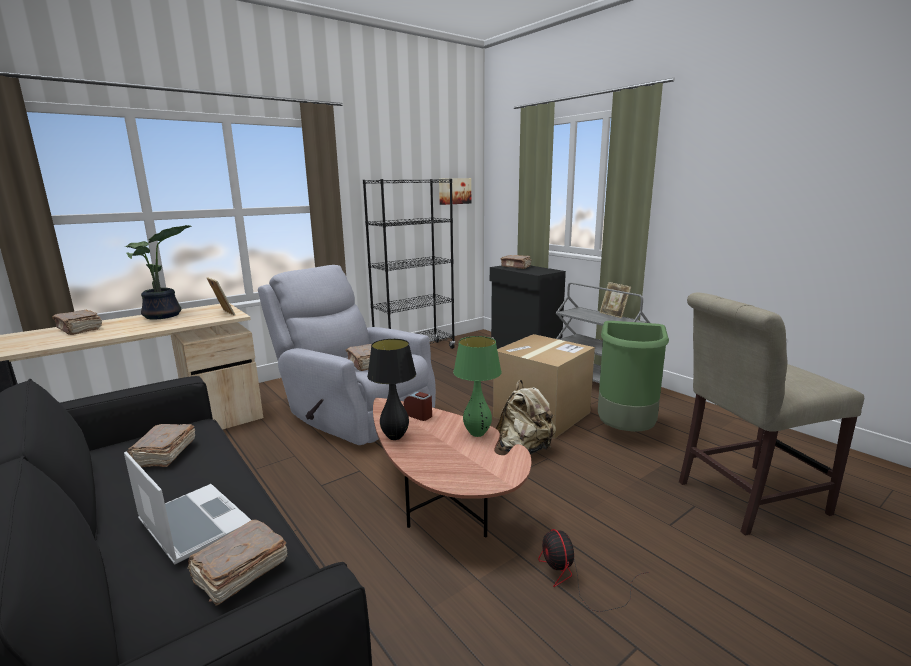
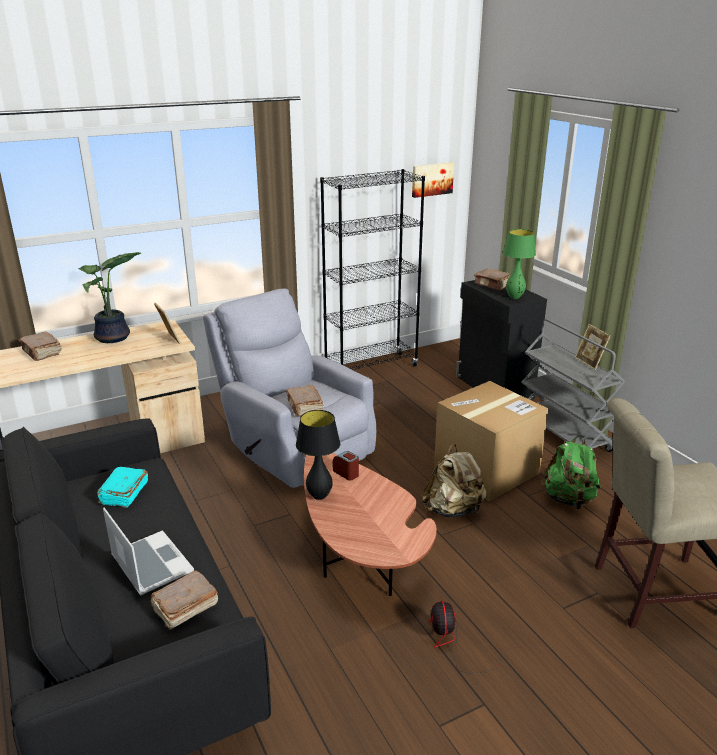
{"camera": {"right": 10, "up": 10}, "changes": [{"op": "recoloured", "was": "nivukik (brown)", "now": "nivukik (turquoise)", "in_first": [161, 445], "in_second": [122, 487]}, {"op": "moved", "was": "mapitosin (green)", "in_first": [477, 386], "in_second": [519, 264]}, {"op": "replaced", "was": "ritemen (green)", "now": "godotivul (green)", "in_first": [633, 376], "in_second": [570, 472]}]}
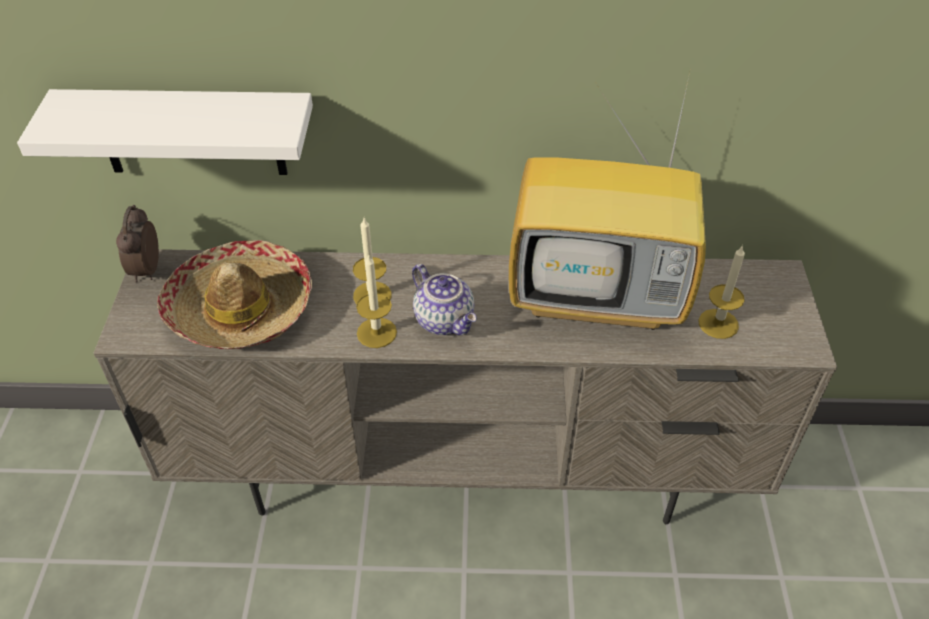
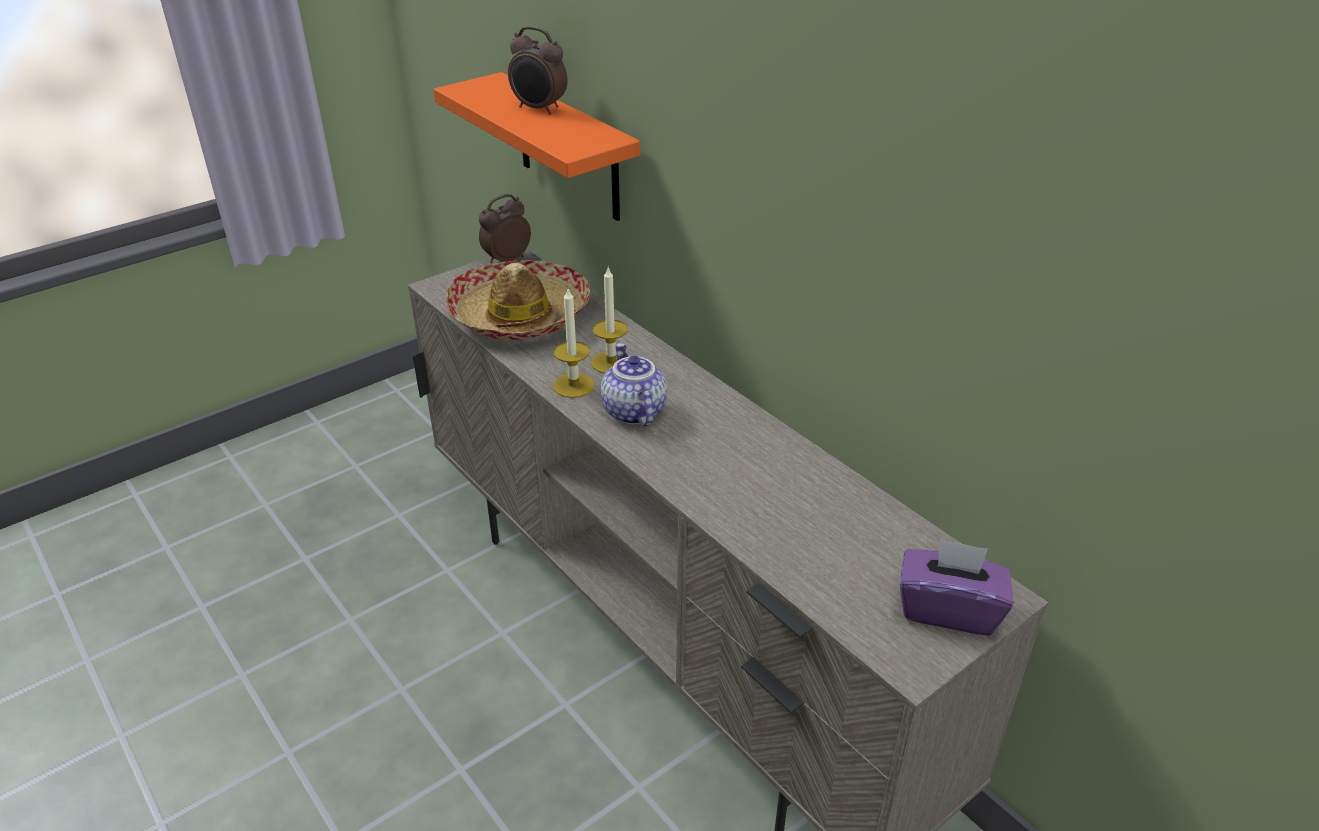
{"camera": {"right": 50, "up": -10}, "changes": [{"op": "recoloured", "was": "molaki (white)", "now": "molaki (orange)", "in_first": [165, 132], "in_second": [536, 146]}, {"op": "added", "now": "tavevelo", "in_second": [538, 70]}, {"op": "turned", "was": "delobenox", "in_first": [444, 299], "in_second": [634, 384], "clockwise": 150}, {"op": "added", "now": "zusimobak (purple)", "in_second": [957, 587]}, {"op": "removed", "was": "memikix", "in_first": [607, 201]}, {"op": "removed", "was": "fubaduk", "in_first": [721, 292]}]}
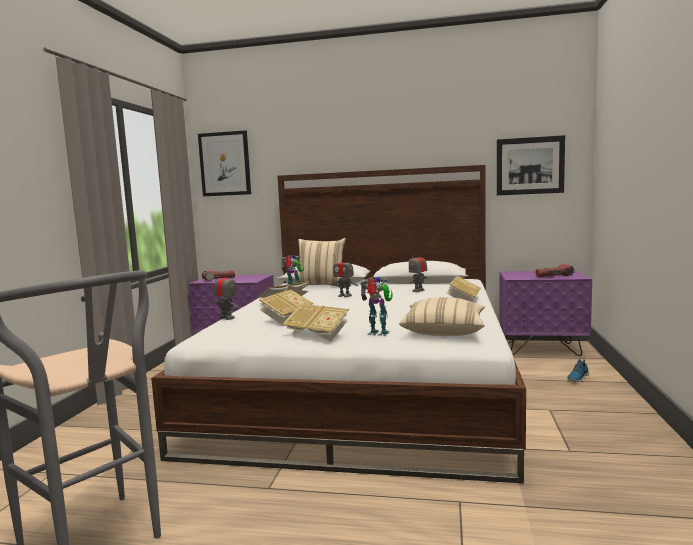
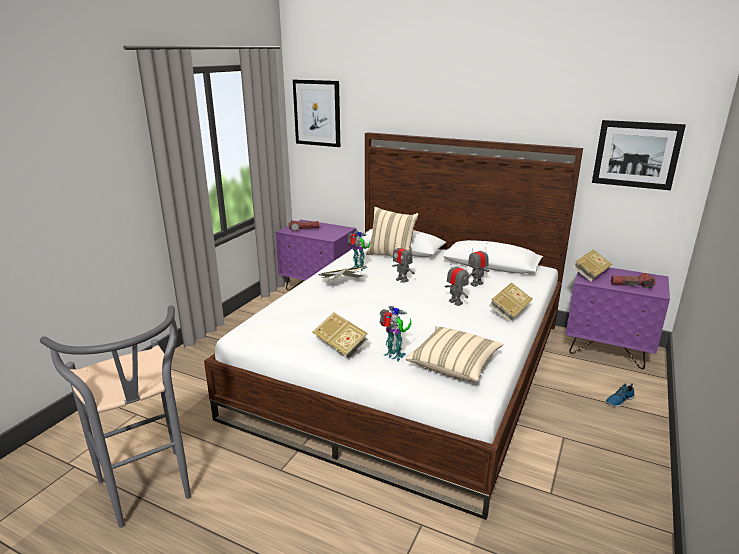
{"camera": {"right": 15, "up": 15}, "changes": [{"op": "moved", "was": "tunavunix", "in_first": [226, 295], "in_second": [457, 282]}, {"op": "moved", "was": "nivukik", "in_first": [286, 306], "in_second": [592, 265]}]}
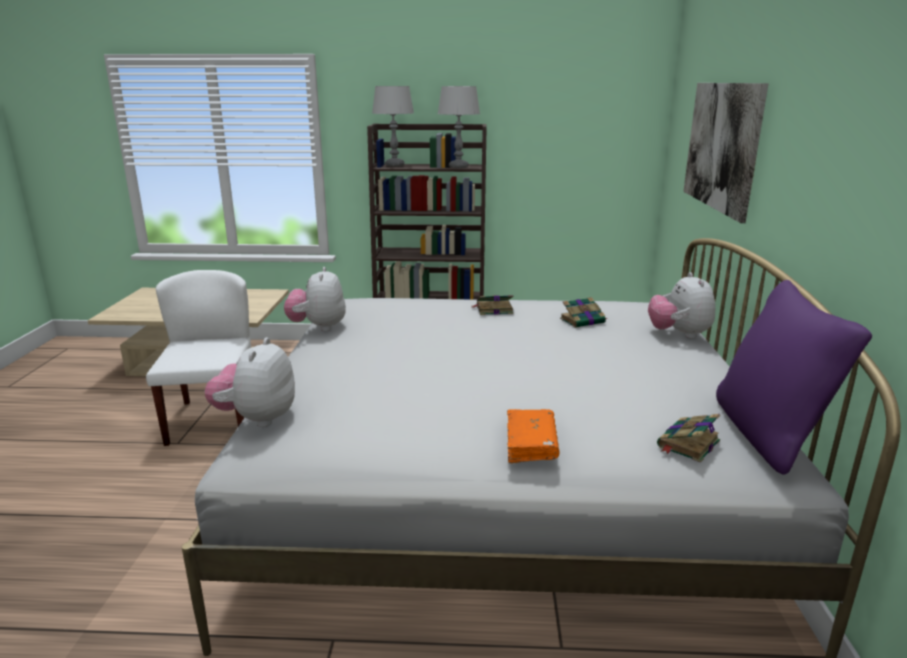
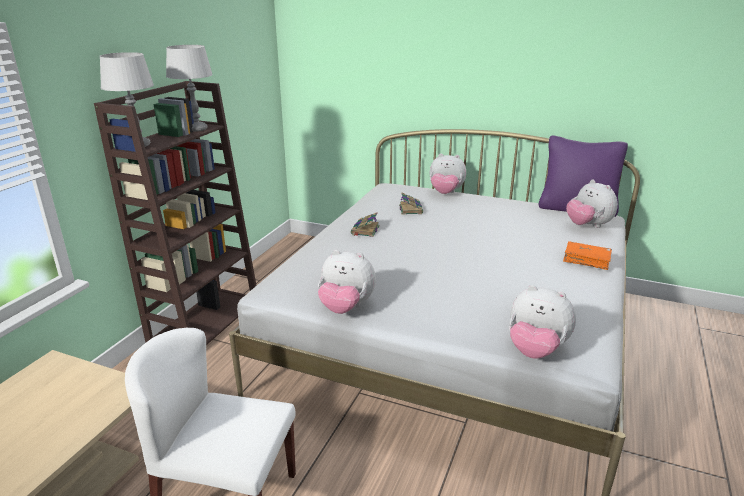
{"camera": {"right": -70, "up": 5}, "changes": [{"op": "replaced", "was": "nivukik", "now": "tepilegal", "in_first": [688, 438], "in_second": [592, 204]}, {"op": "removed", "was": "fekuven", "in_first": [726, 153]}]}
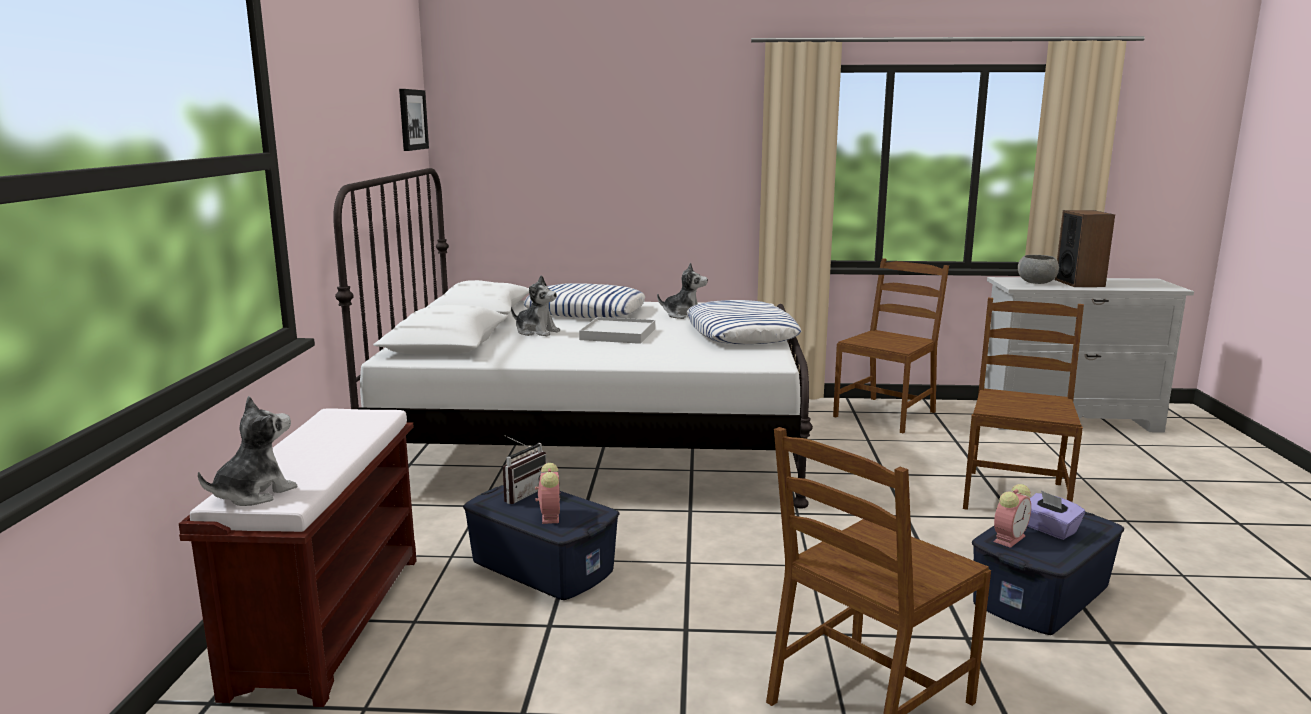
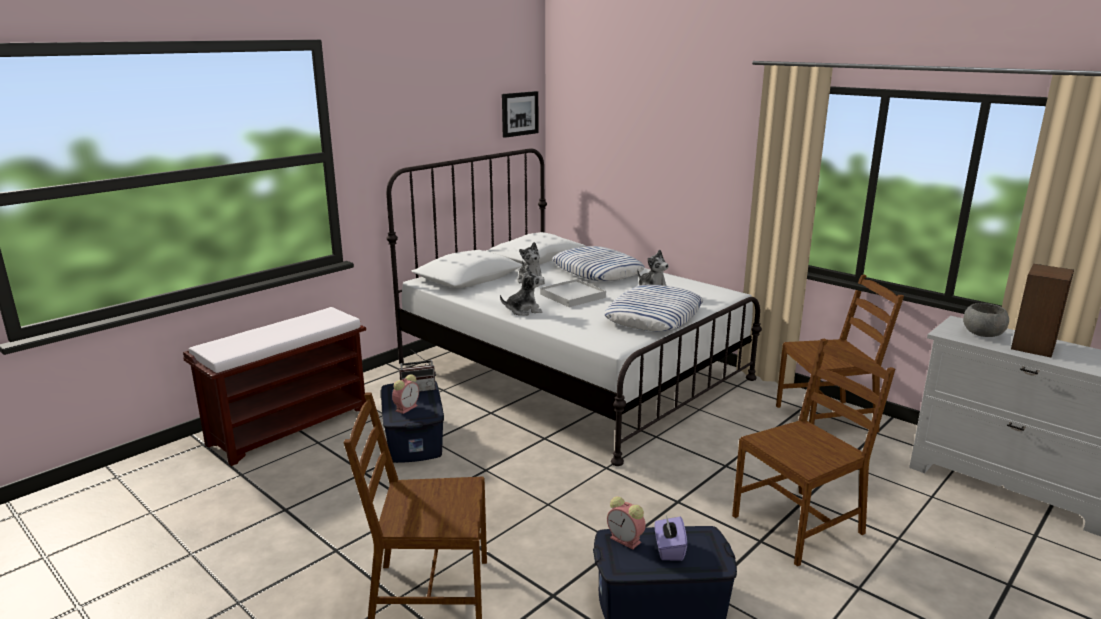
{"camera": {"right": 40, "up": 5}, "changes": [{"op": "moved", "was": "tepilegal", "in_first": [247, 451], "in_second": [522, 291]}, {"op": "turned", "was": "tavevelo", "in_first": [1012, 516], "in_second": [626, 523], "clockwise": 45}]}
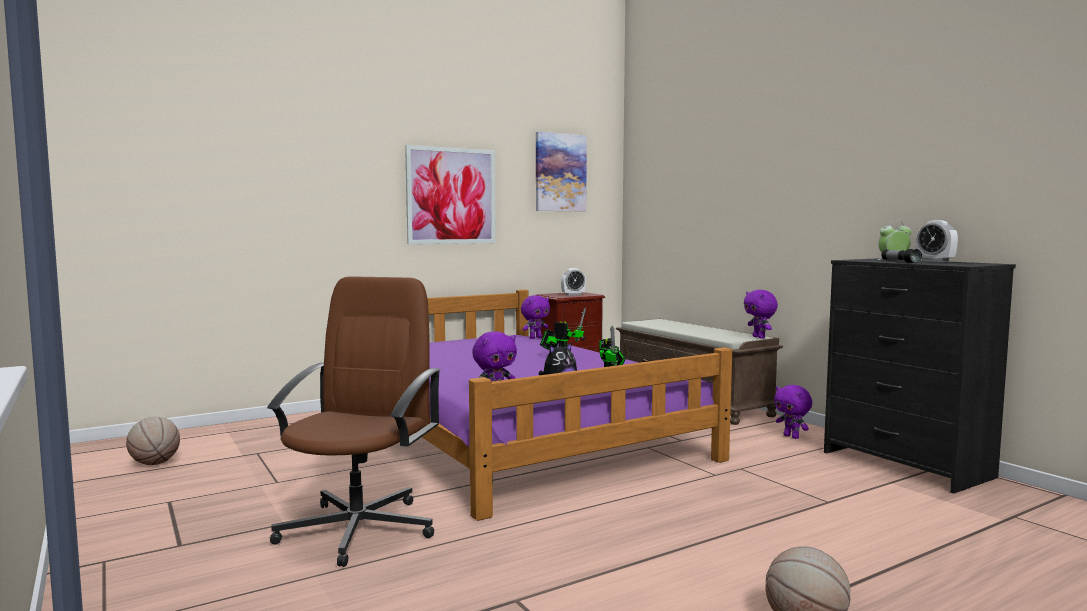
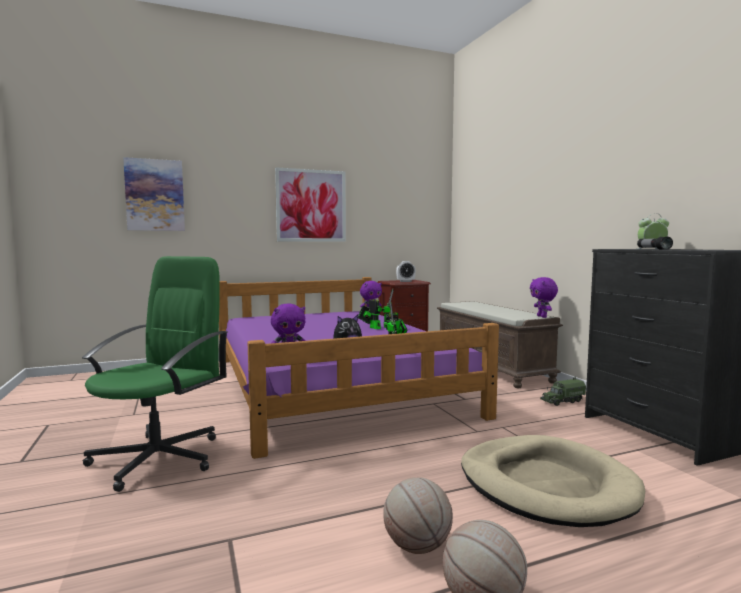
{"camera": {"right": 10, "up": 0}, "changes": [{"op": "recoloured", "was": "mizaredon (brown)", "now": "mizaredon (green)", "in_first": [354, 422], "in_second": [155, 374]}, {"op": "moved", "was": "fekuven", "in_first": [561, 171], "in_second": [154, 194]}, {"op": "moved", "was": "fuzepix", "in_first": [153, 441], "in_second": [418, 515]}, {"op": "added", "now": "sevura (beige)", "in_second": [553, 481]}, {"op": "replaced", "was": "tepilegal (purple)", "now": "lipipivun", "in_first": [793, 412], "in_second": [563, 391]}, {"op": "removed", "was": "tavevelo", "in_first": [937, 241]}]}
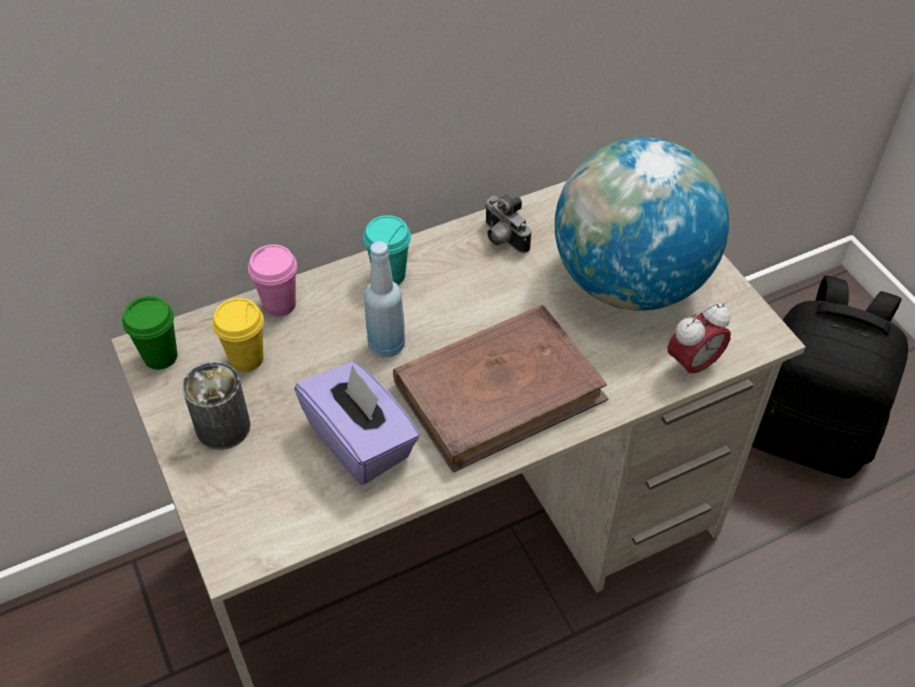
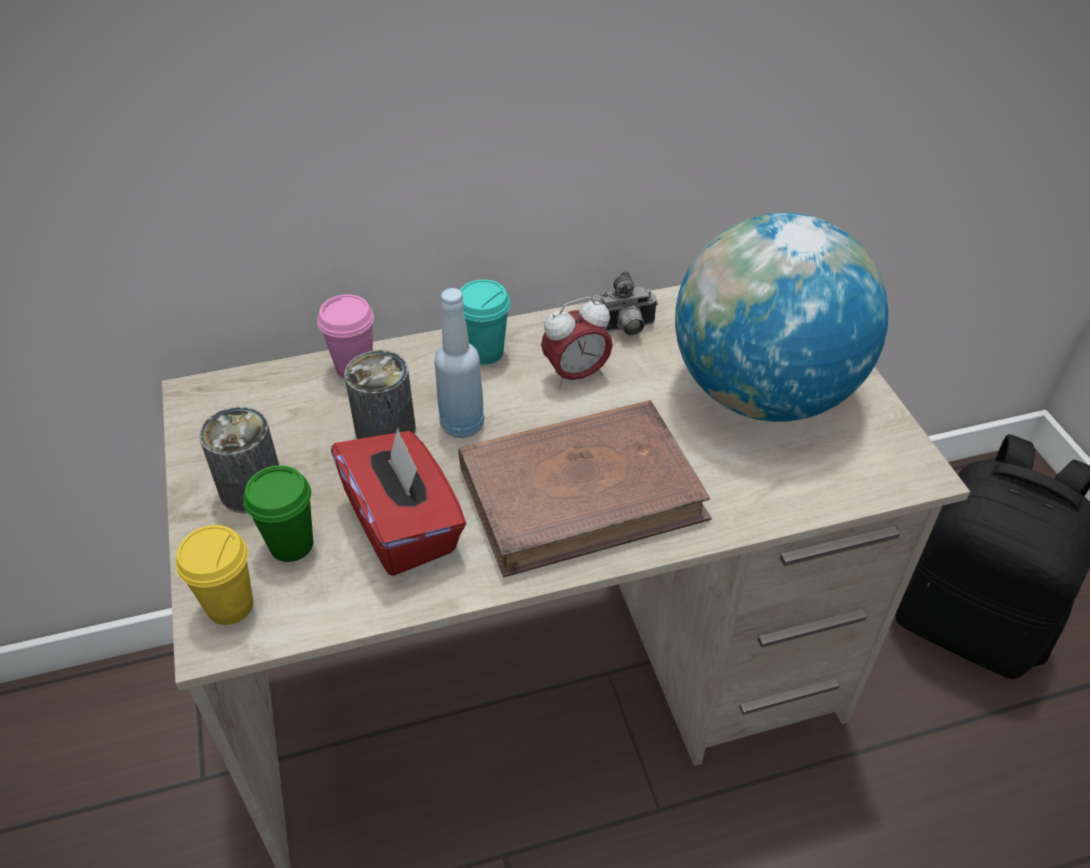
{"camera": {"right": 10, "up": -5}, "changes": [{"op": "moved", "was": "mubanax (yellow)", "in_first": [238, 335], "in_second": [214, 575]}, {"op": "moved", "was": "mubanax (green)", "in_first": [150, 333], "in_second": [278, 513]}, {"op": "recoloured", "was": "zusimobak (purple)", "now": "zusimobak (red)", "in_first": [357, 423], "in_second": [398, 502]}, {"op": "added", "now": "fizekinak", "in_second": [380, 394]}, {"op": "moved", "was": "tavevelo", "in_first": [699, 342], "in_second": [577, 343]}, {"op": "turned", "was": "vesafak", "in_first": [508, 224], "in_second": [623, 303], "clockwise": -75}]}
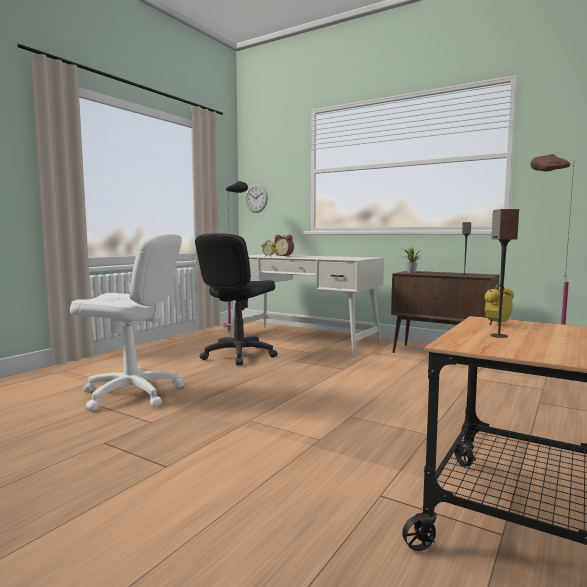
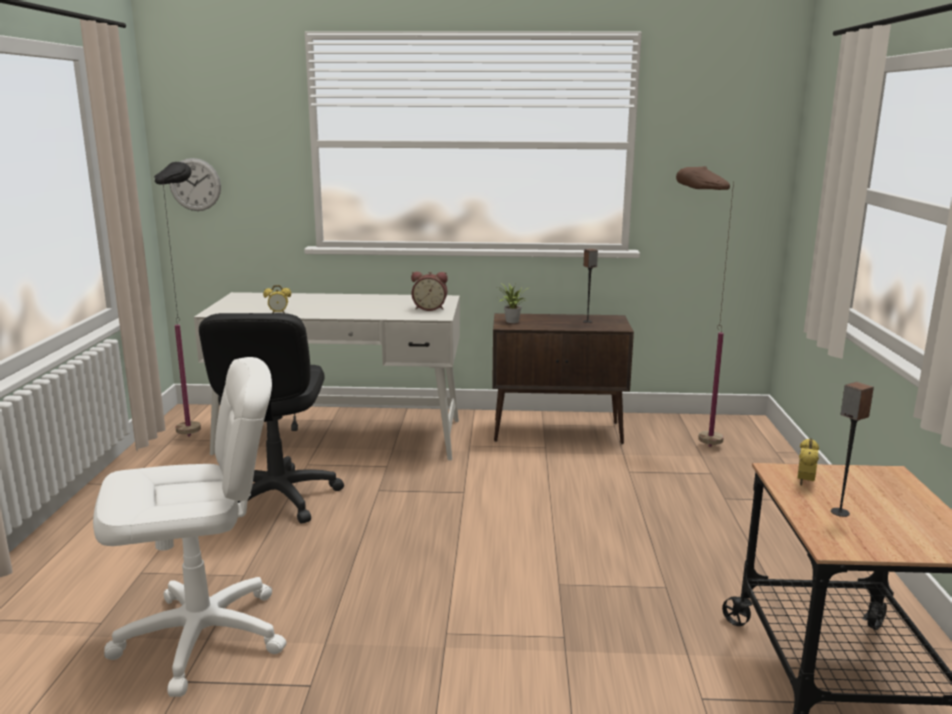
{"camera": {"right": -30, "up": 10}, "changes": [{"op": "moved", "was": "tavevelo", "in_first": [284, 245], "in_second": [429, 291]}]}
